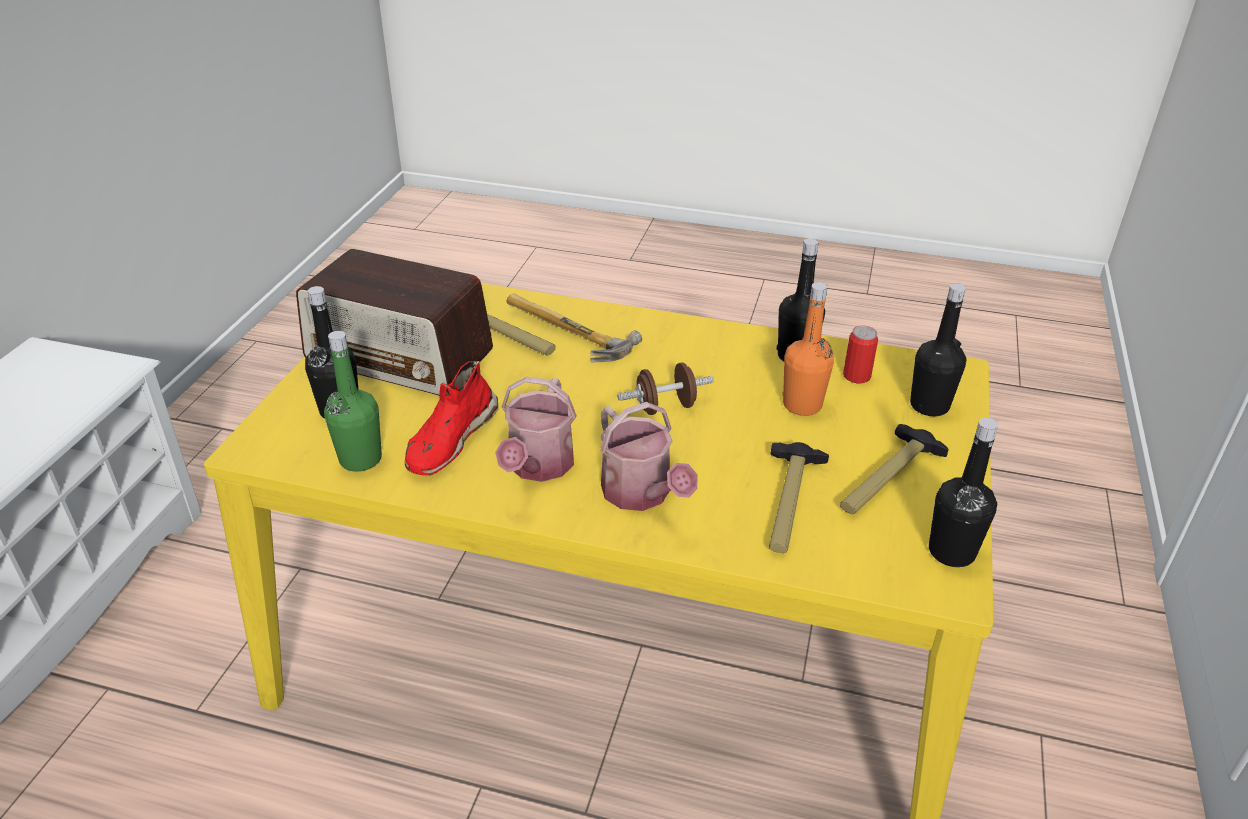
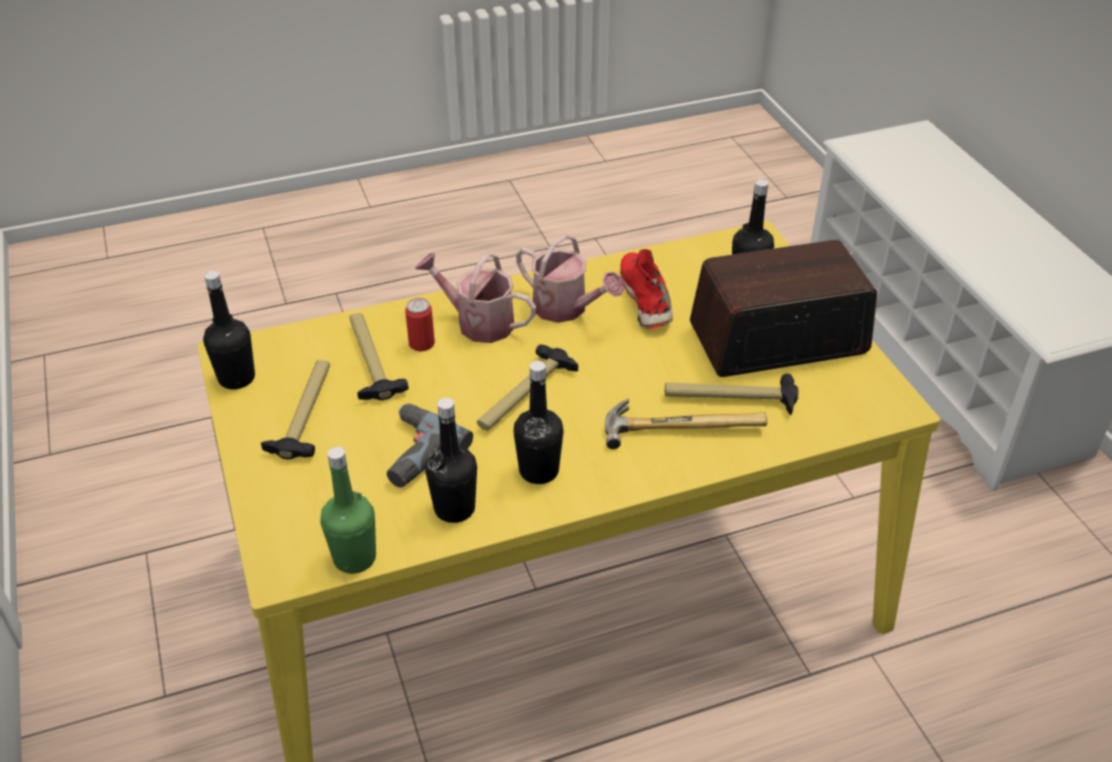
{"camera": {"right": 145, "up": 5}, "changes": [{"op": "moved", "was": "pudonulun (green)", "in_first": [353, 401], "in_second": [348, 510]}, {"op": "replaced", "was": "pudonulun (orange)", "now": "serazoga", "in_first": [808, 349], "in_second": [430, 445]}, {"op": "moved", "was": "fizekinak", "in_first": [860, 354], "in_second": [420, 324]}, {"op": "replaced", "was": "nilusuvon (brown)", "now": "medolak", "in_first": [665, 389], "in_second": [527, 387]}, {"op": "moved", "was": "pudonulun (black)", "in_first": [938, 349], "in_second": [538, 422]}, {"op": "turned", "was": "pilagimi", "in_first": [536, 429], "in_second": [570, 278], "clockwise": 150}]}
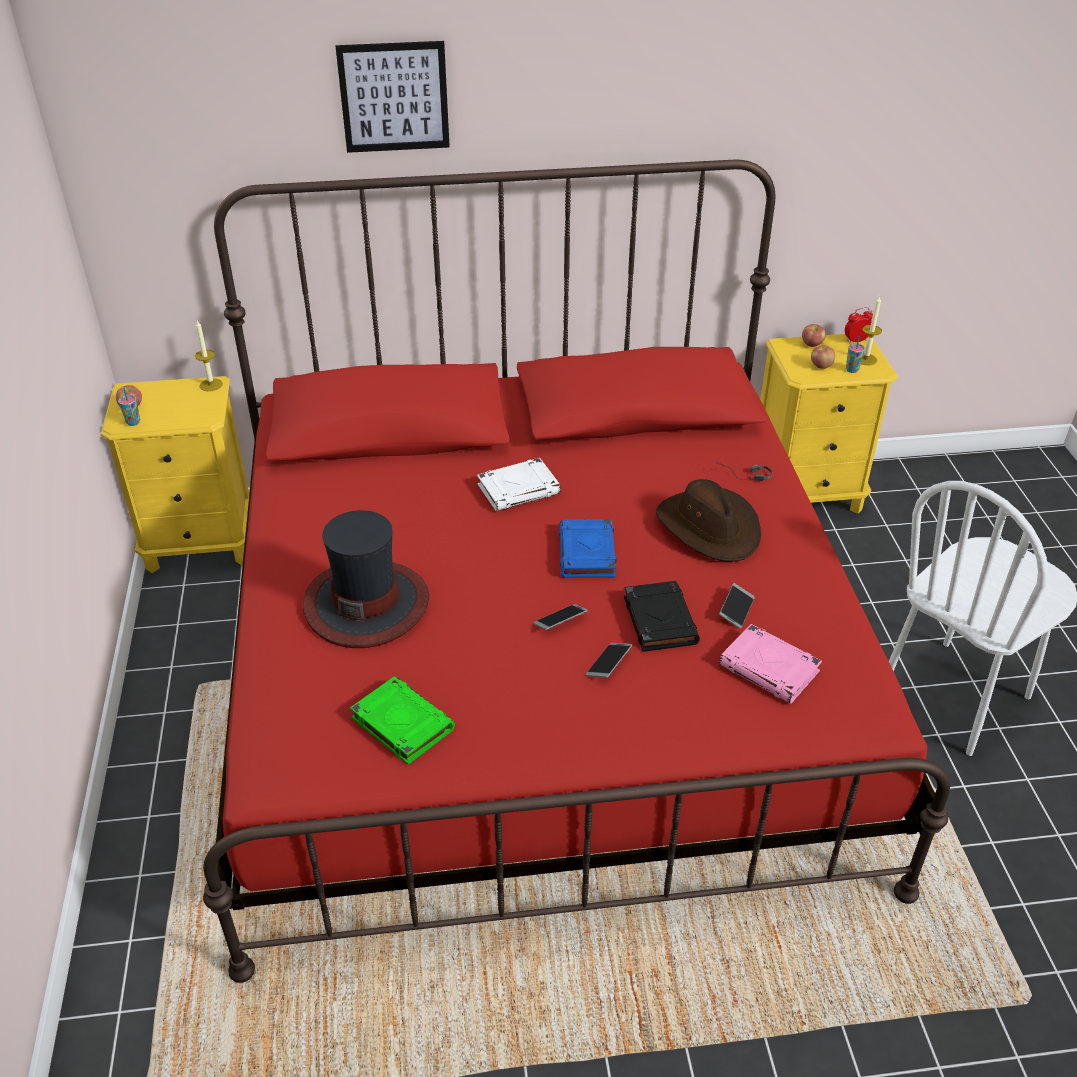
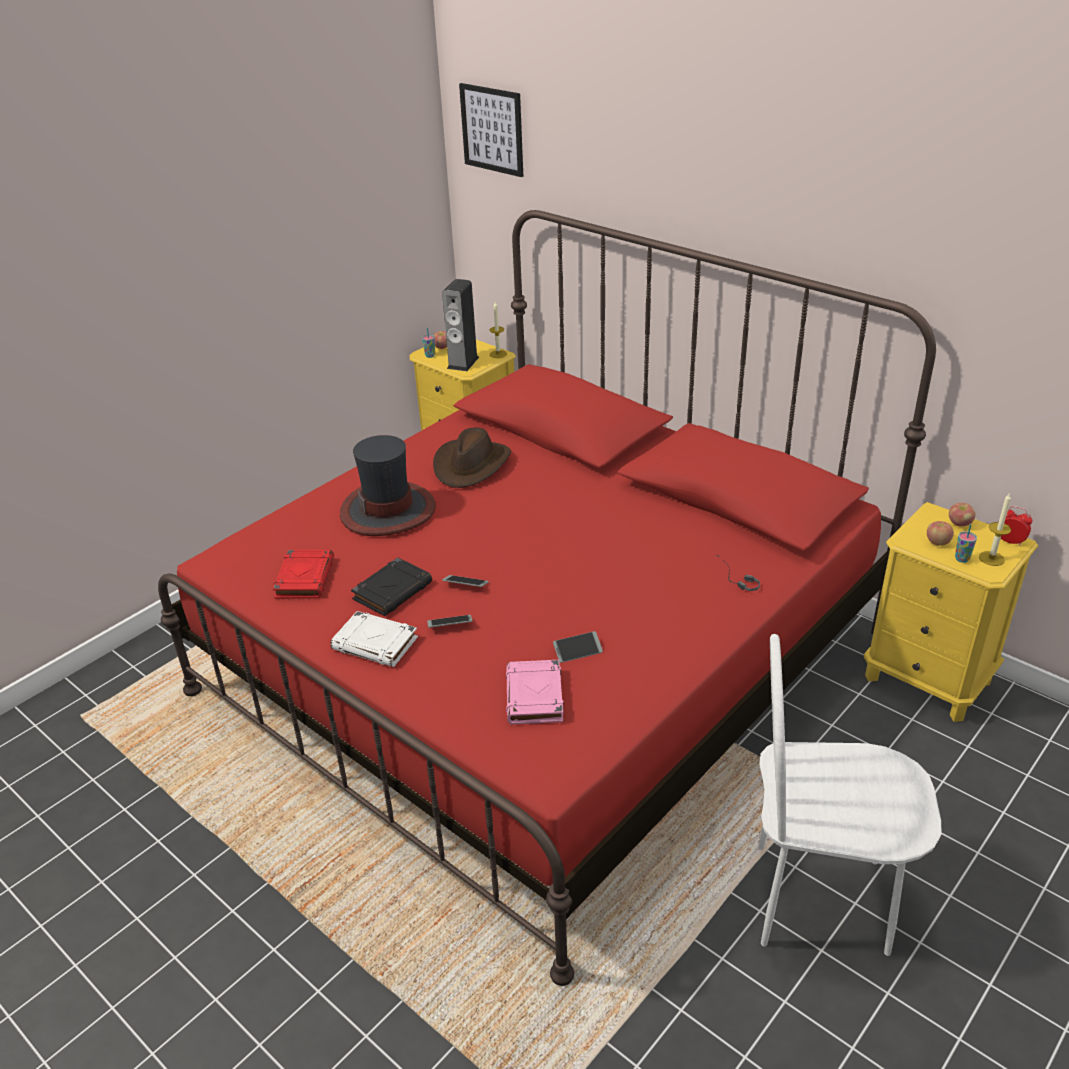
{"camera": {"right": 50, "up": -5}, "changes": [{"op": "recoloured", "was": "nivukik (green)", "now": "nivukik (red)", "in_first": [402, 720], "in_second": [303, 574]}, {"op": "moved", "was": "nivukik (white)", "in_first": [519, 484], "in_second": [374, 639]}, {"op": "moved", "was": "nivukik (black)", "in_first": [662, 616], "in_second": [391, 586]}, {"op": "moved", "was": "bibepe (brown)", "in_first": [708, 520], "in_second": [472, 458]}, {"op": "added", "now": "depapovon", "in_second": [460, 325]}, {"op": "moved", "was": "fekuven", "in_first": [393, 97], "in_second": [491, 130]}, {"op": "removed", "was": "nivukik (blue)", "in_first": [587, 548]}]}
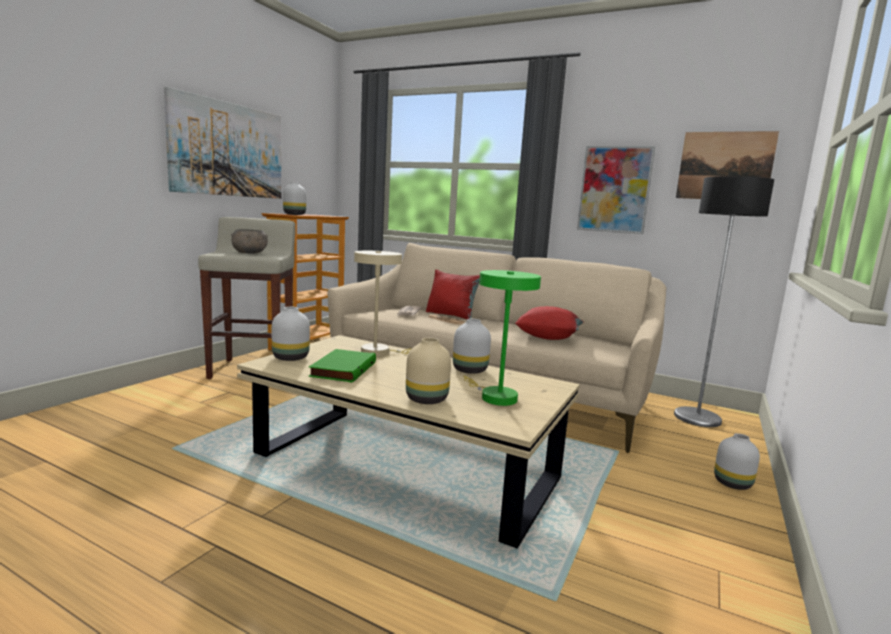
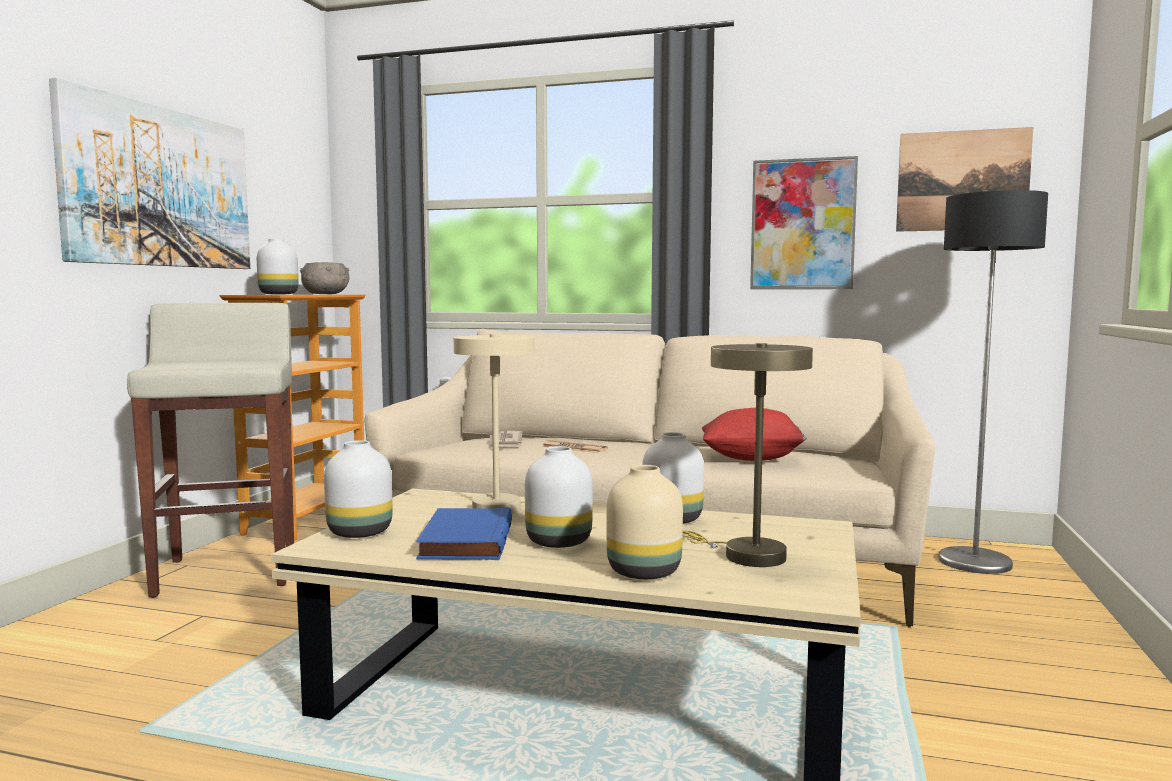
{"camera": {"right": -10, "up": -5}, "changes": [{"op": "moved", "was": "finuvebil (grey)", "in_first": [249, 241], "in_second": [324, 278]}, {"op": "recoloured", "was": "nivukik (green)", "now": "nivukik (blue)", "in_first": [342, 366], "in_second": [464, 533]}, {"op": "moved", "was": "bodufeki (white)", "in_first": [737, 461], "in_second": [559, 497]}, {"op": "recoloured", "was": "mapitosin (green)", "now": "mapitosin (beige)", "in_first": [502, 338], "in_second": [748, 455]}, {"op": "removed", "was": "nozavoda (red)", "in_first": [453, 295]}]}
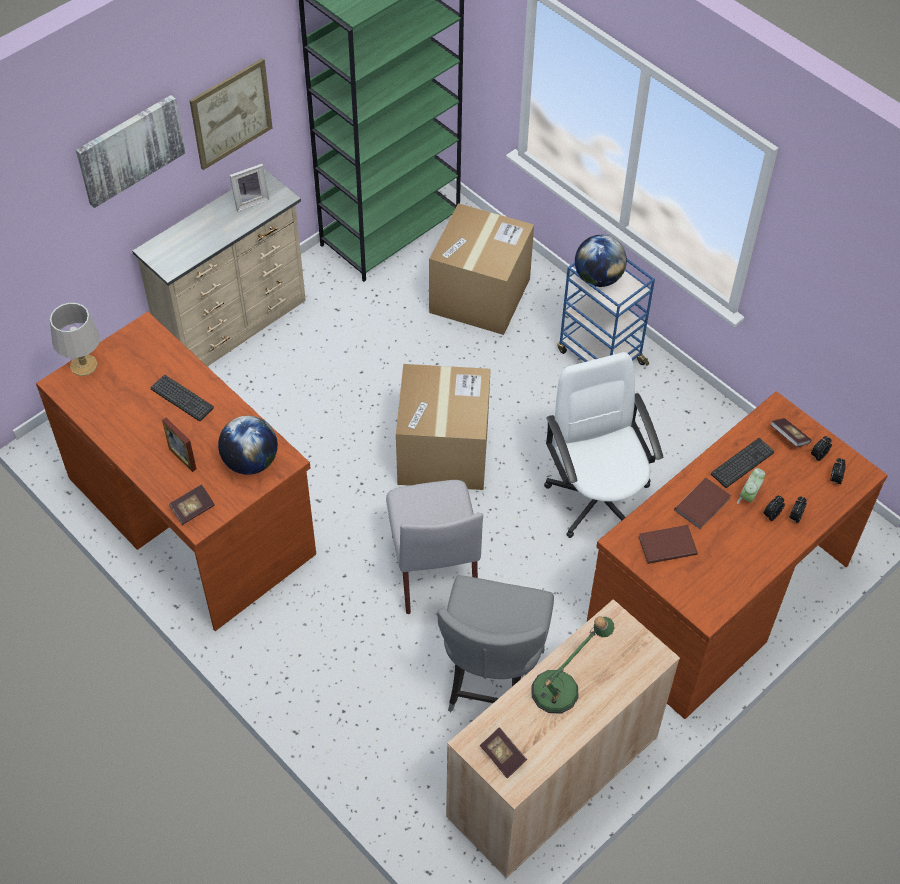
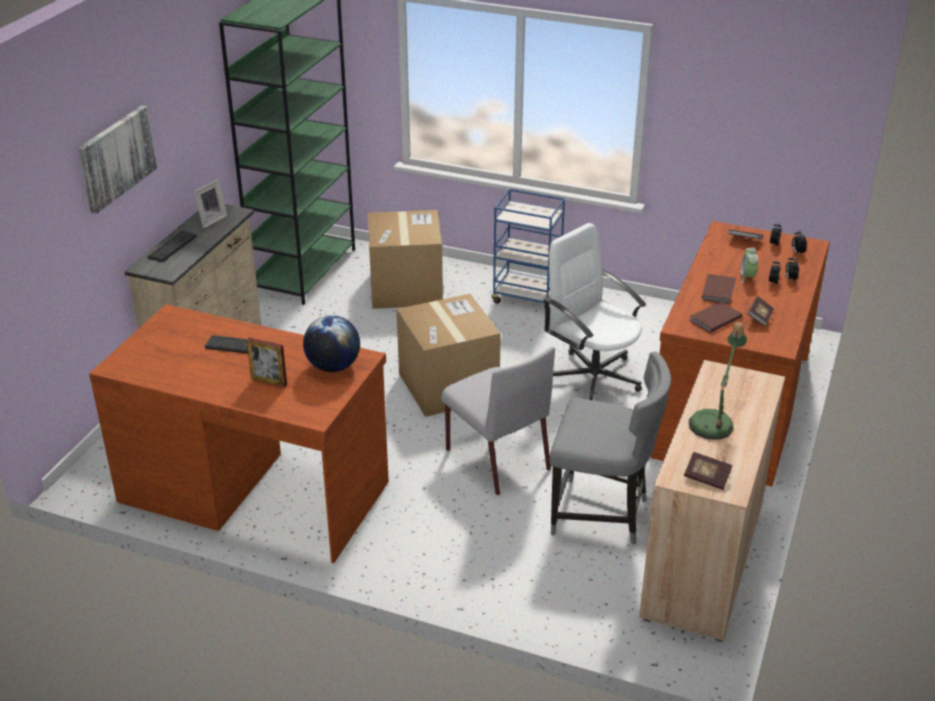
{"camera": {"right": -25, "up": -20}, "changes": [{"op": "moved", "was": "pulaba", "in_first": [742, 463], "in_second": [172, 246]}, {"op": "turned", "was": "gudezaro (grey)", "in_first": [495, 643], "in_second": [610, 448], "clockwise": -60}, {"op": "moved", "was": "nivukik", "in_first": [192, 504], "in_second": [761, 311]}, {"op": "removed", "was": "mapitosin (grey)", "in_first": [75, 339]}, {"op": "removed", "was": "fekuven", "in_first": [231, 114]}, {"op": "removed", "was": "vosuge", "in_first": [601, 261]}]}
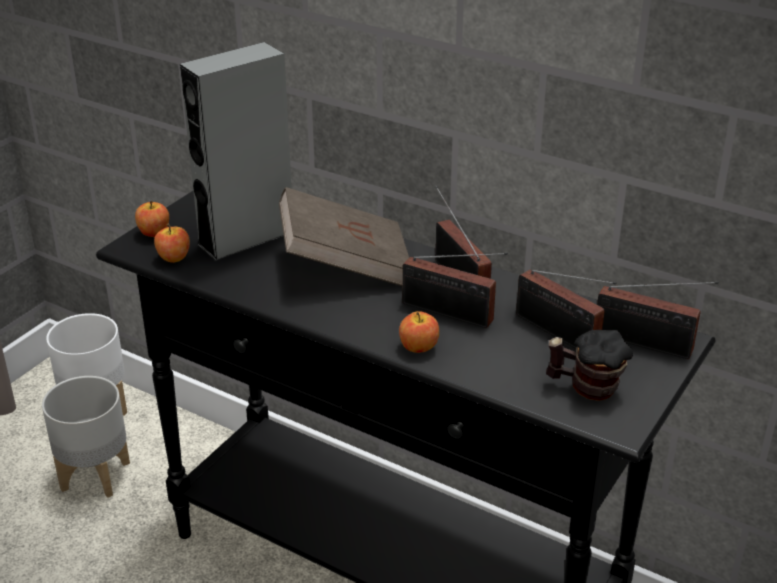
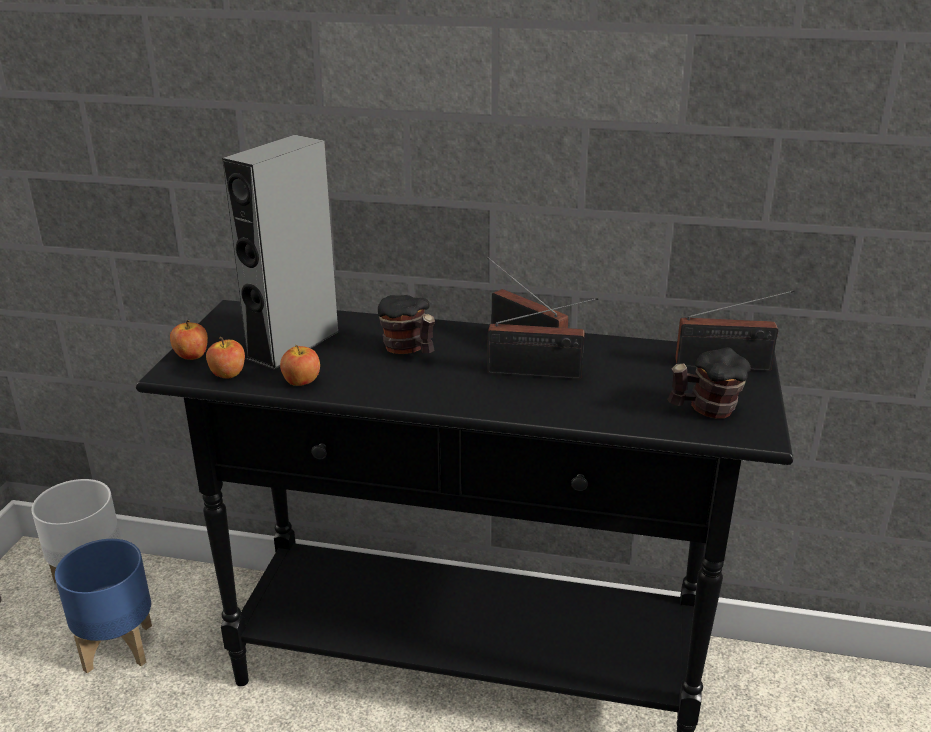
{"camera": {"right": -20, "up": -5}, "changes": [{"op": "recoloured", "was": "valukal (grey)", "now": "valukal (blue)", "in_first": [86, 437], "in_second": [103, 606]}, {"op": "moved", "was": "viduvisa", "in_first": [419, 332], "in_second": [300, 365]}, {"op": "replaced", "was": "nivukik (brown)", "now": "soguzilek", "in_first": [344, 236], "in_second": [406, 324]}, {"op": "removed", "was": "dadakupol", "in_first": [566, 309]}]}
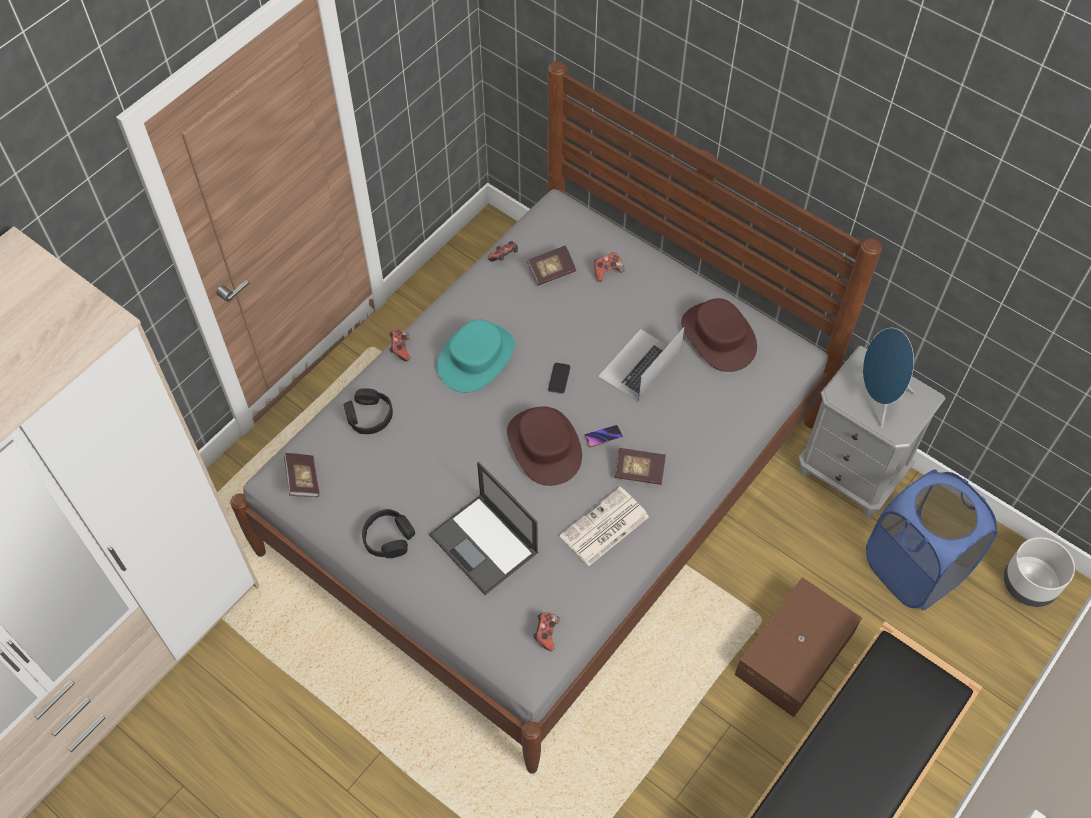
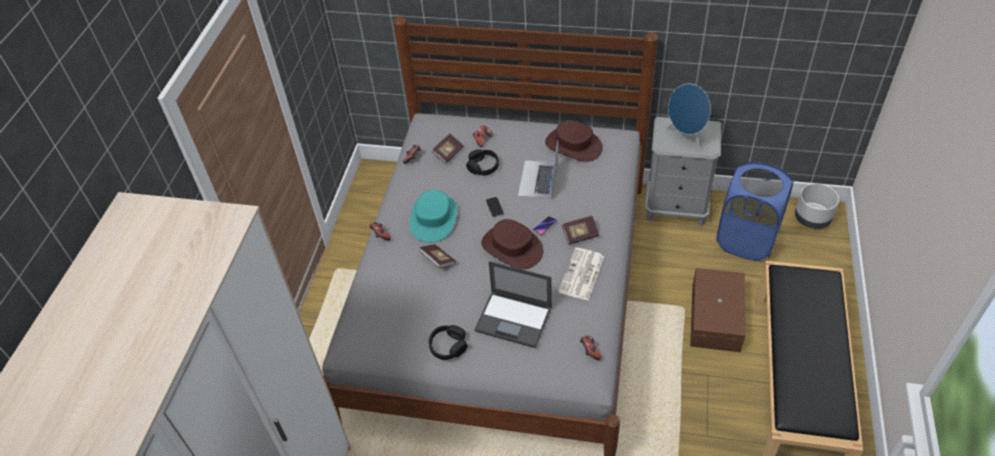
{"camera": {"right": -25, "up": -10}, "changes": [{"op": "moved", "was": "nivukik", "in_first": [302, 475], "in_second": [437, 256]}, {"op": "moved", "was": "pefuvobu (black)", "in_first": [368, 411], "in_second": [482, 162]}]}
